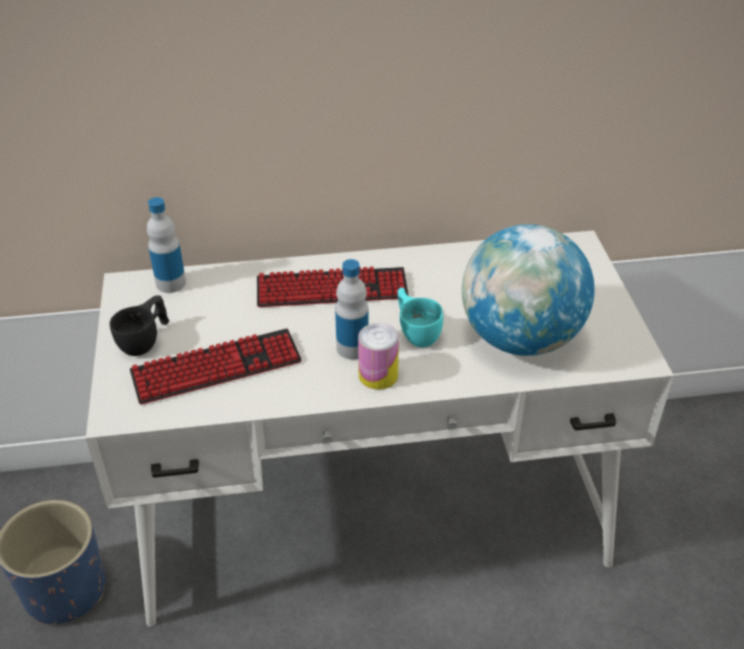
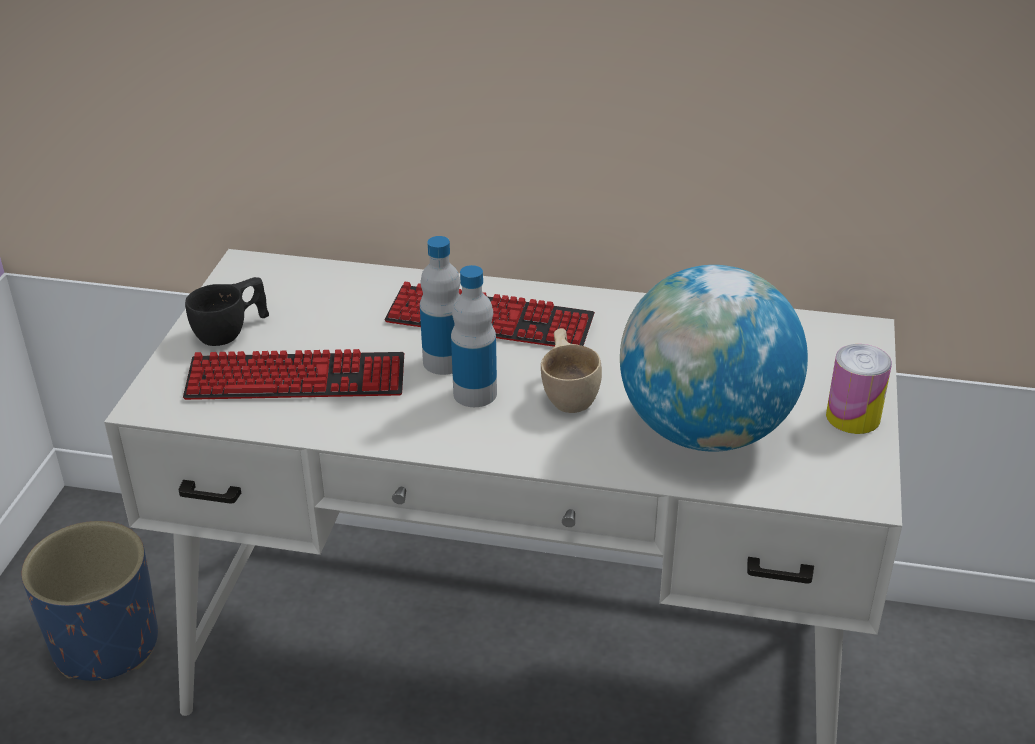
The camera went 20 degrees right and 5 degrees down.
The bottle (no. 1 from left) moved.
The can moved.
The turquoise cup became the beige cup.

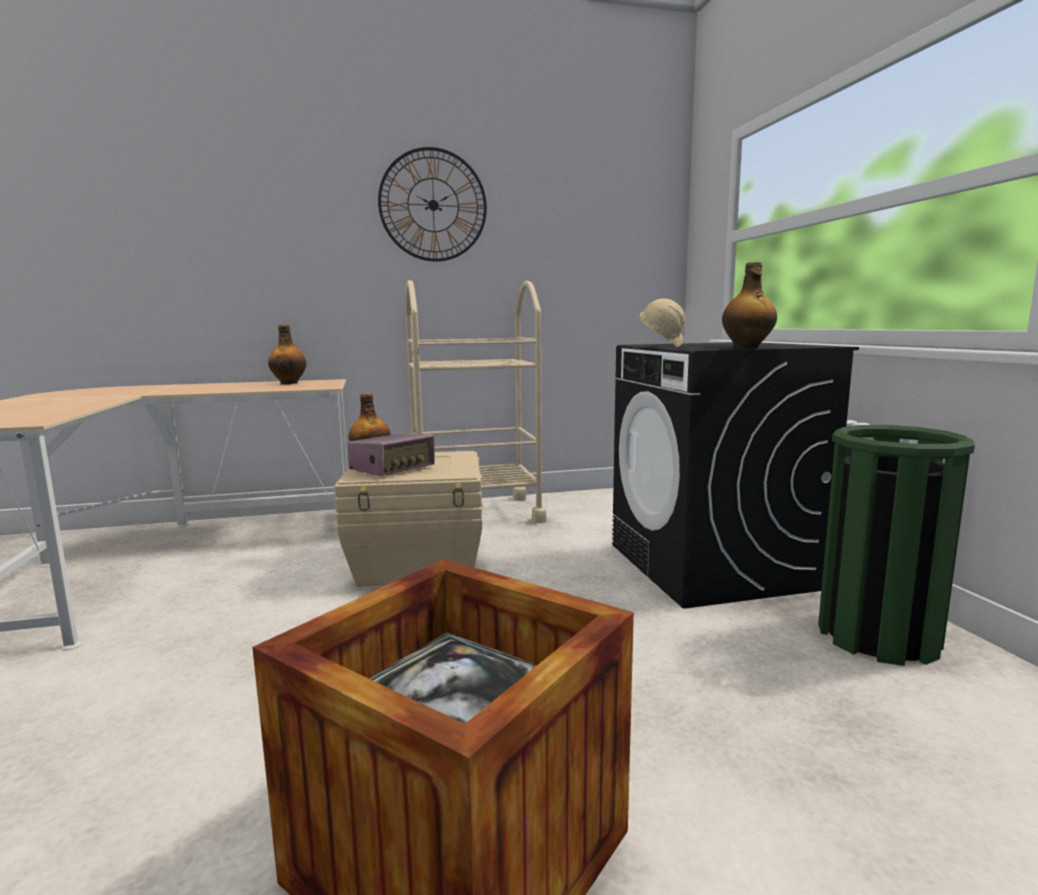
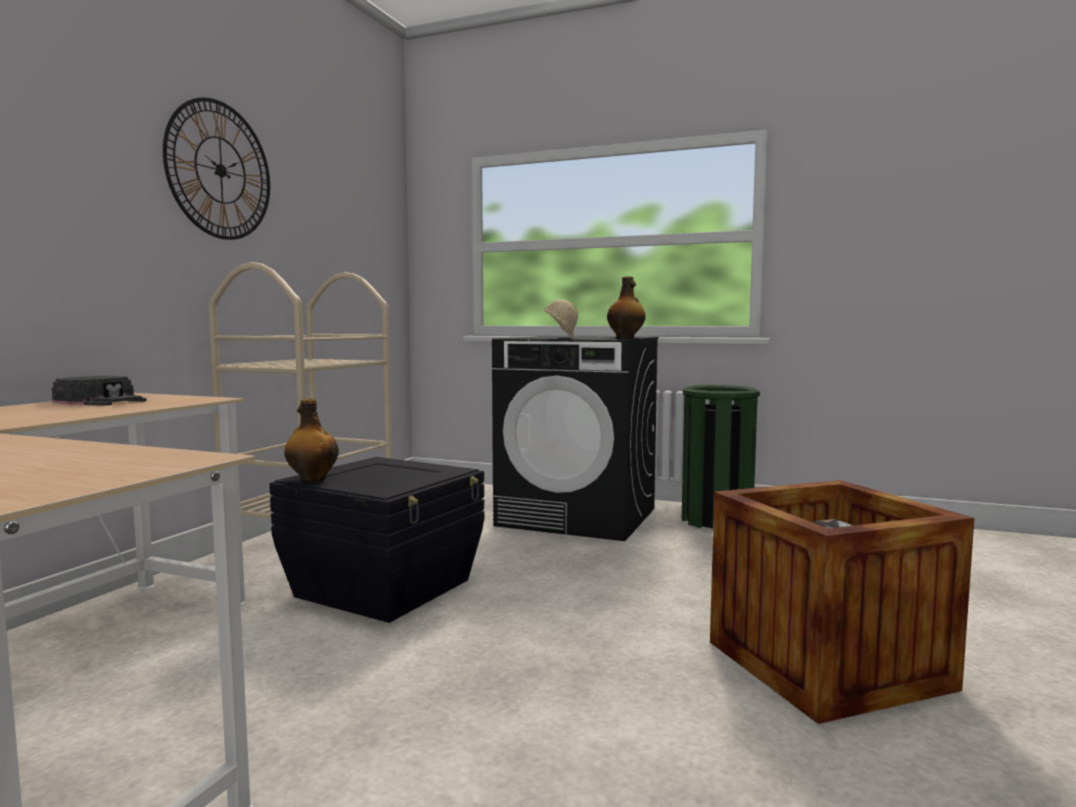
The camera went 55 degrees left and 5 degrees down.
The bottle (no. 1 from left) was replaced by the black cap.
The beige storage box became the black storage box.
The radio disappeared.

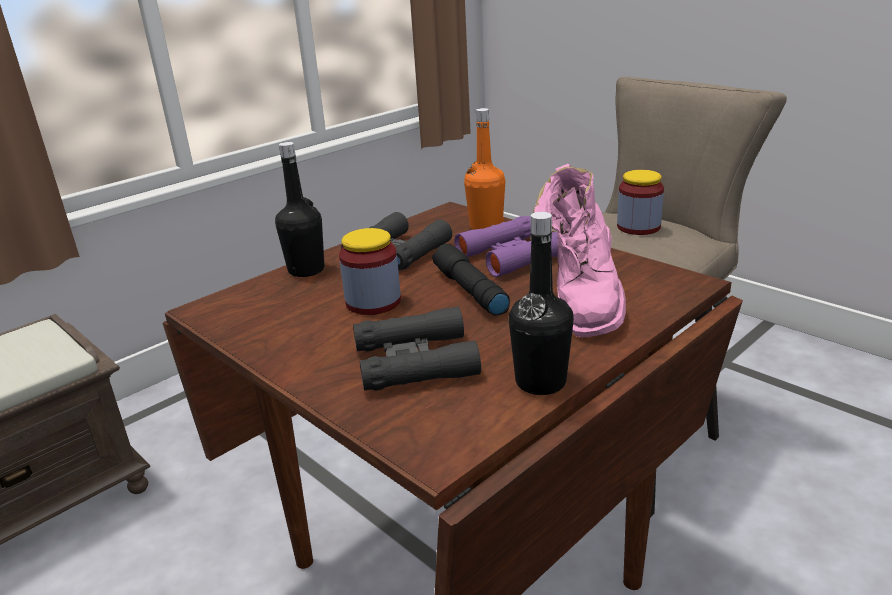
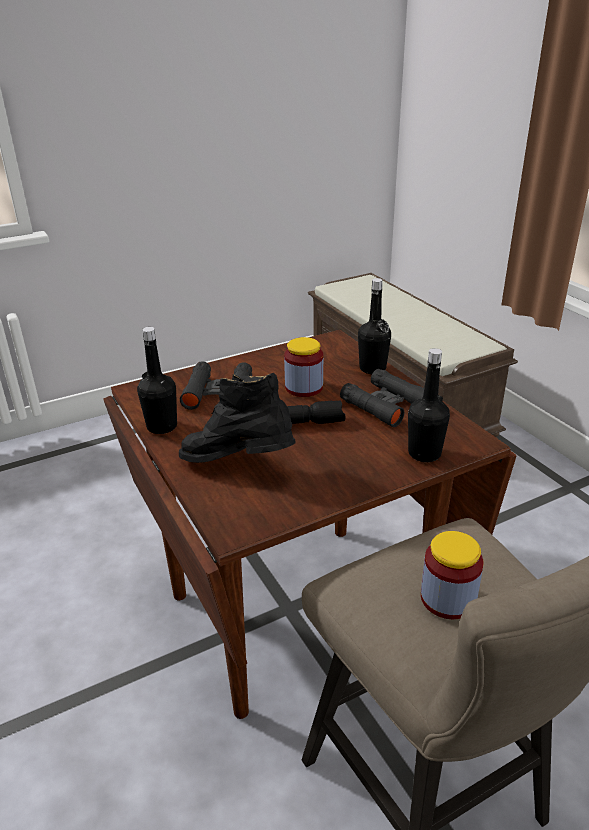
The camera went 105 degrees right and 5 degrees up.
The purple binoculars disappeared.
The orange bottle became the black bottle (no. 3 from left).
The pink boot became the black boot.

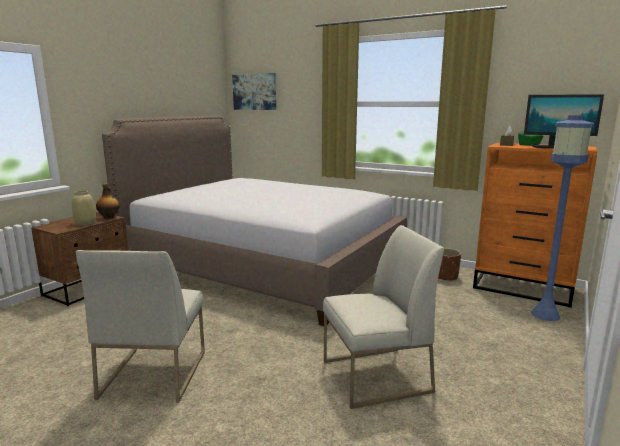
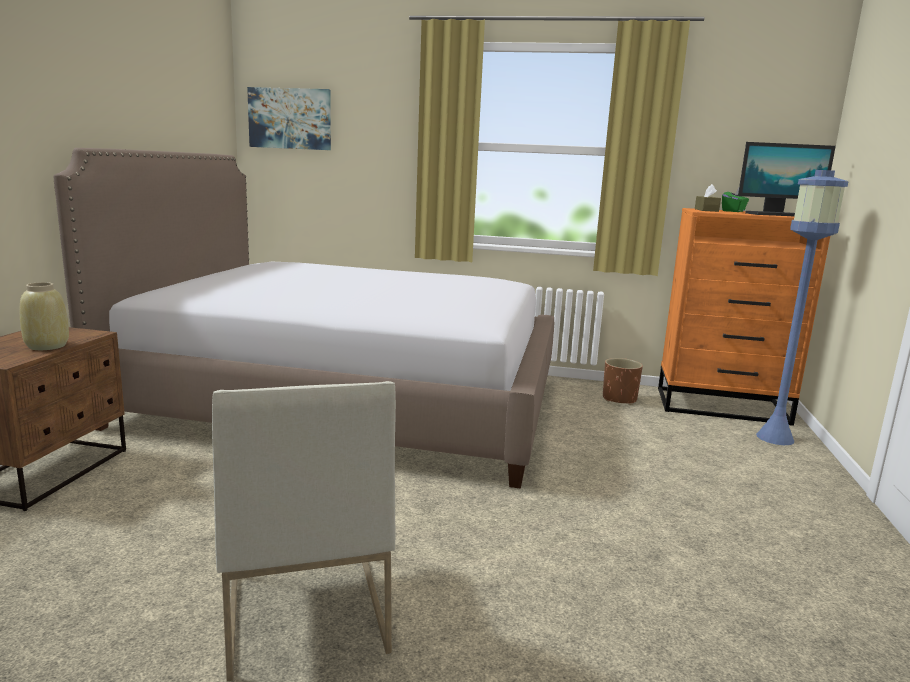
The camera went 20 degrees left and 0 degrees up.
The bottle disappeared.
The white chair (no. 2 from left) disappeared.

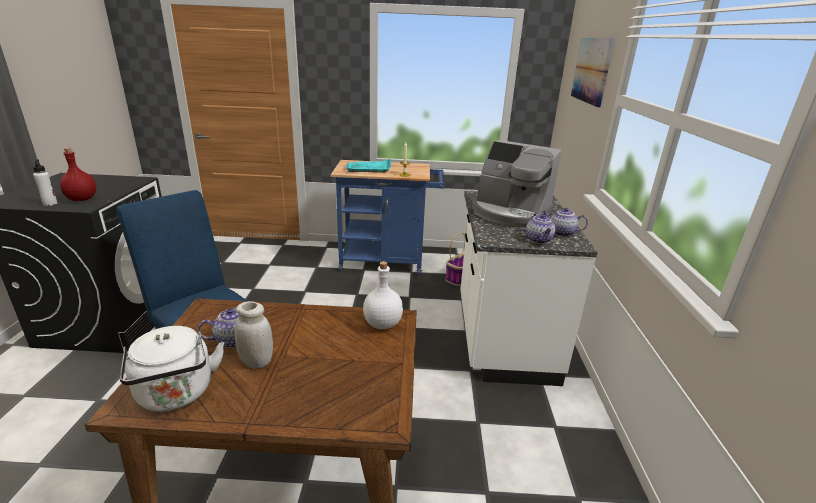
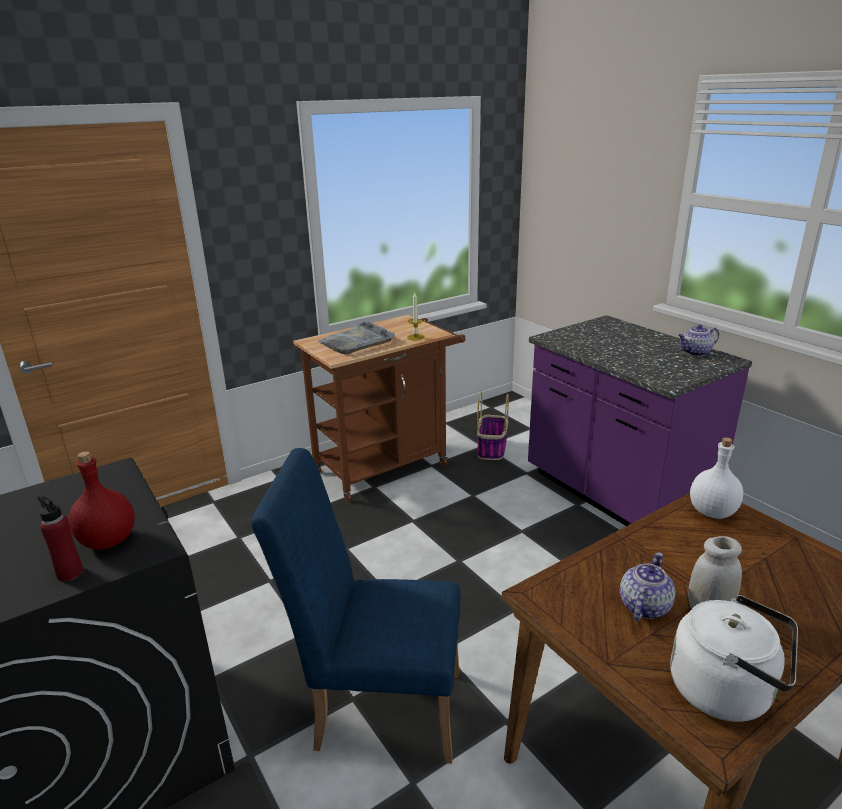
The camera went 35 degrees left and 0 degrees up.
The white bottle (no. 1 from left) became the red bottle (no. 1 from left).
The blue cart became the brown cart.
The turquoise tray became the grey tray.
The white counter became the purple counter.
The coffee machine disappeared.
The teapot (no. 2 from left) disappeared.
The picture disappeared.

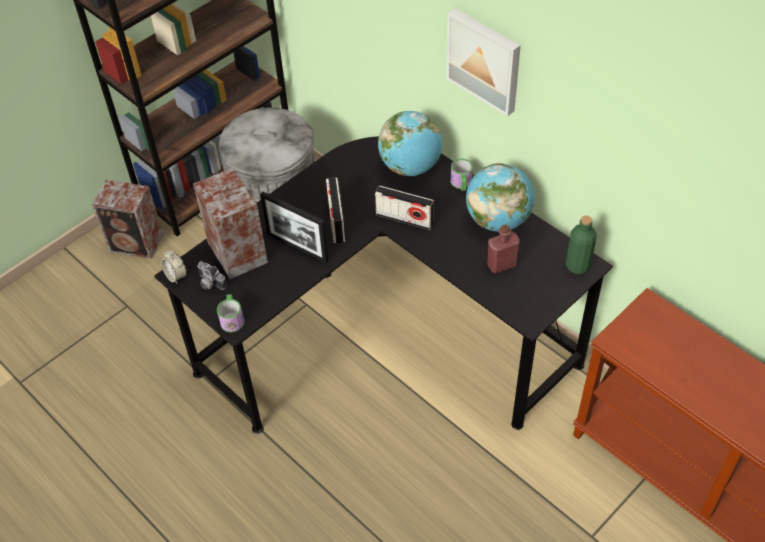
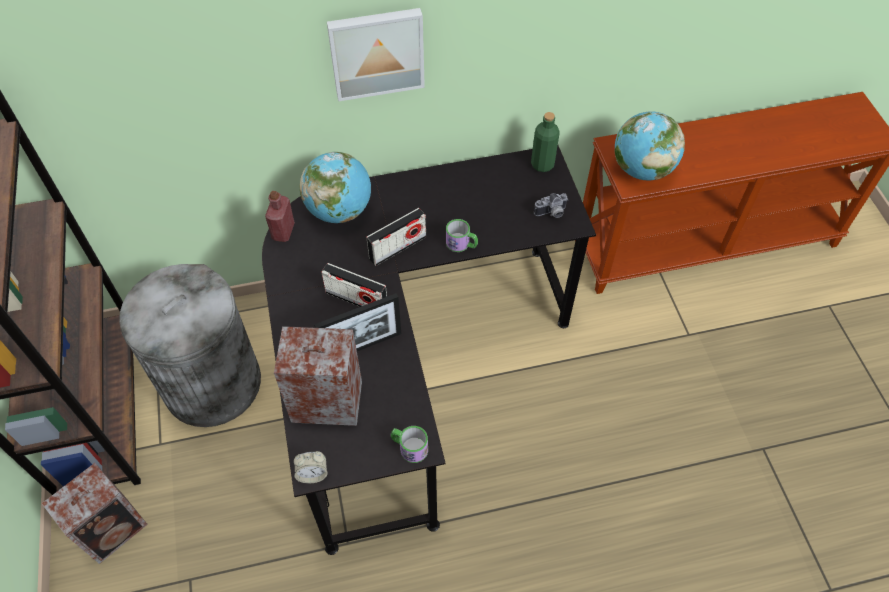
The camera went 60 degrees left and 5 degrees up.
The photo camera moved.
The mug (no. 2 from left) moved.
The globe (no. 2 from left) moved.
The red bottle moved.

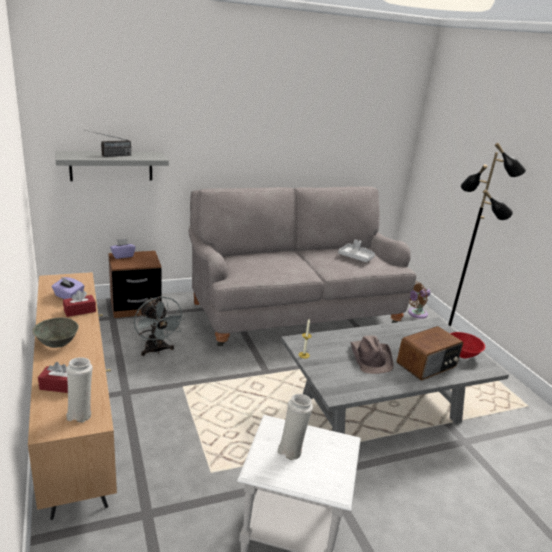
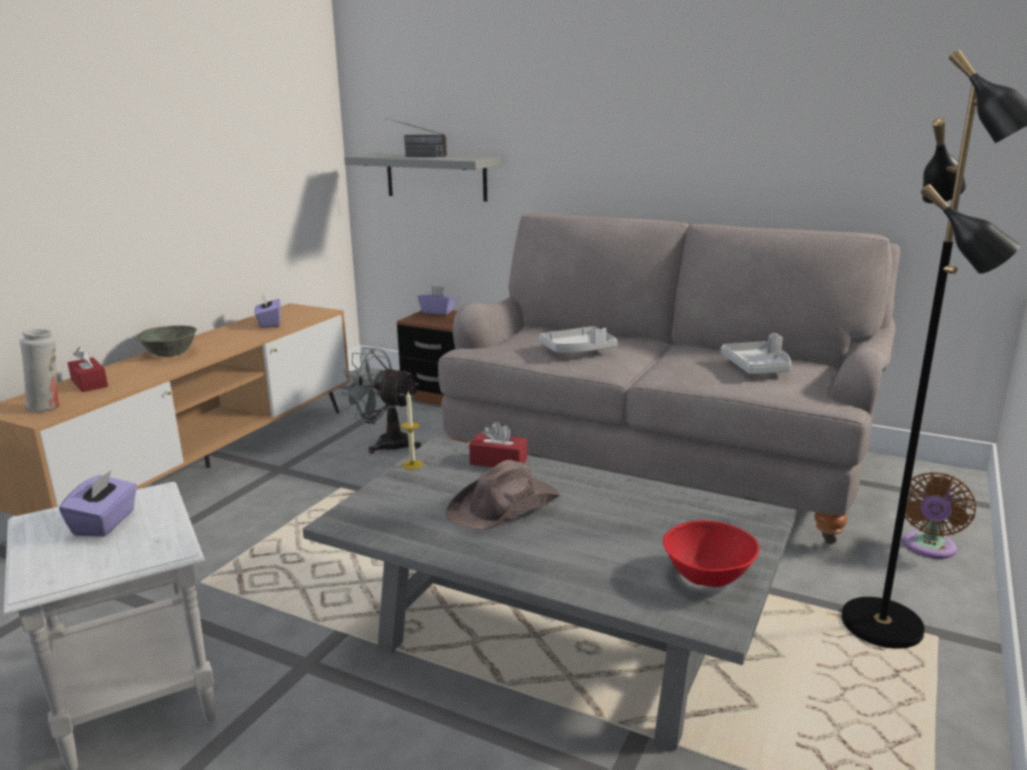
The camera went 50 degrees right and 5 degrees down.
The red tissue box (no. 2 from left) moved.
The grey fan turned 90 degrees clockwise.
The white vase (no. 2 from left) was replaced by the purple tissue box (no. 1 from left).
The radio (no. 2 from left) disappeared.
The brown fan turned 75 degrees counterclockwise.
The grey tray (no. 1 from left) appeared.

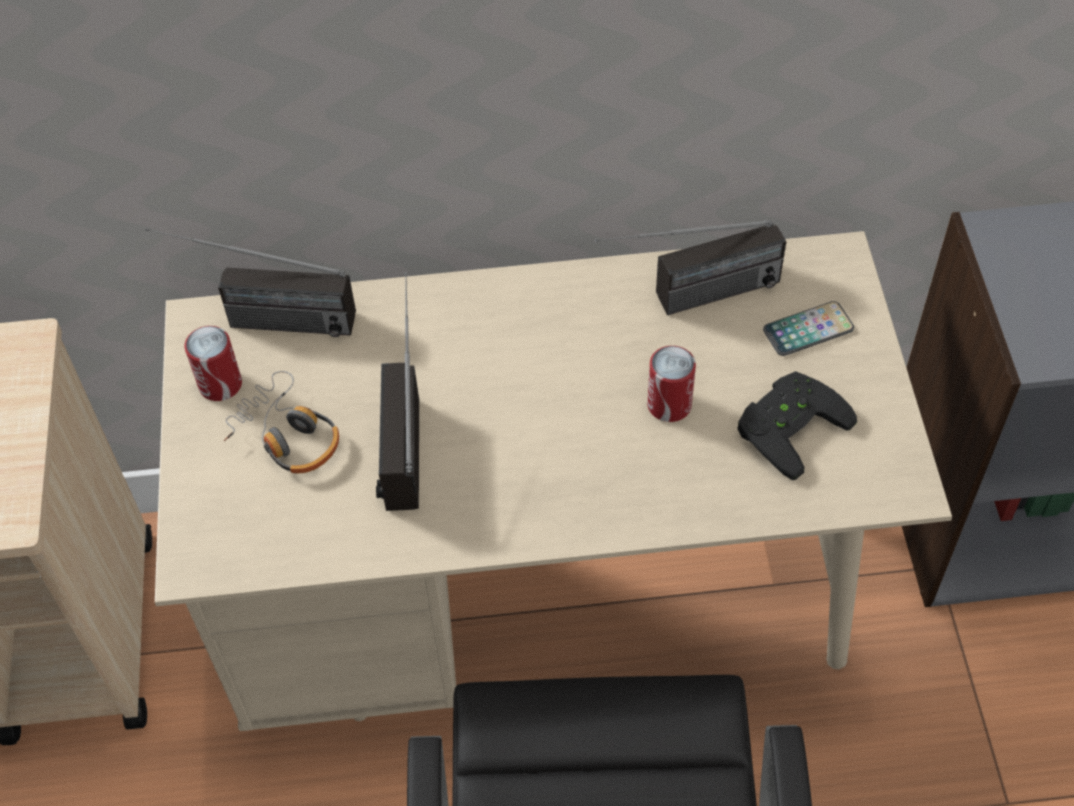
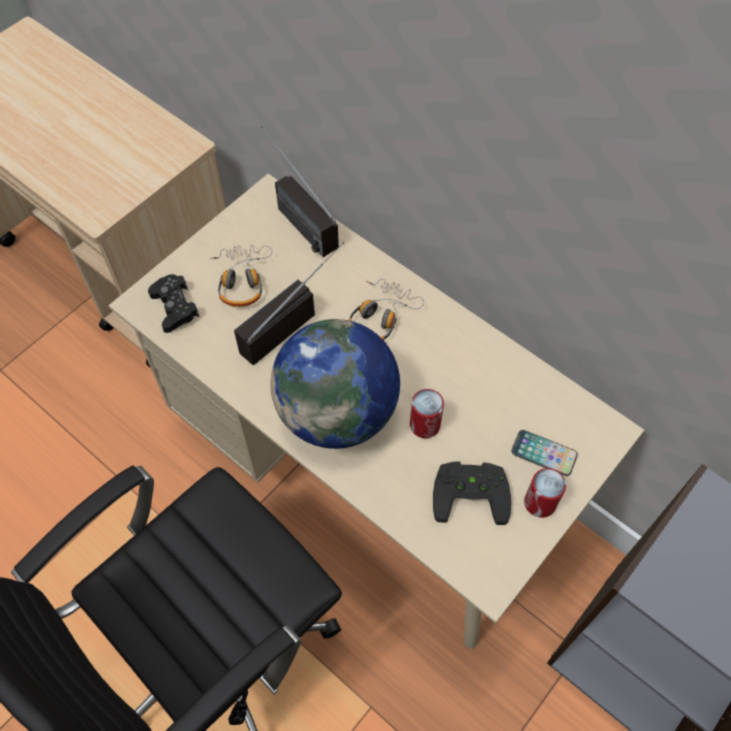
The camera went 45 degrees right and 5 degrees up.
The can (no. 1 from left in the first image) moved.
The radio (no. 3 from left) disappeared.
The black game controller (no. 1 from left) appeared.
The globe appeared.
The headphones (no. 2 from left) appeared.

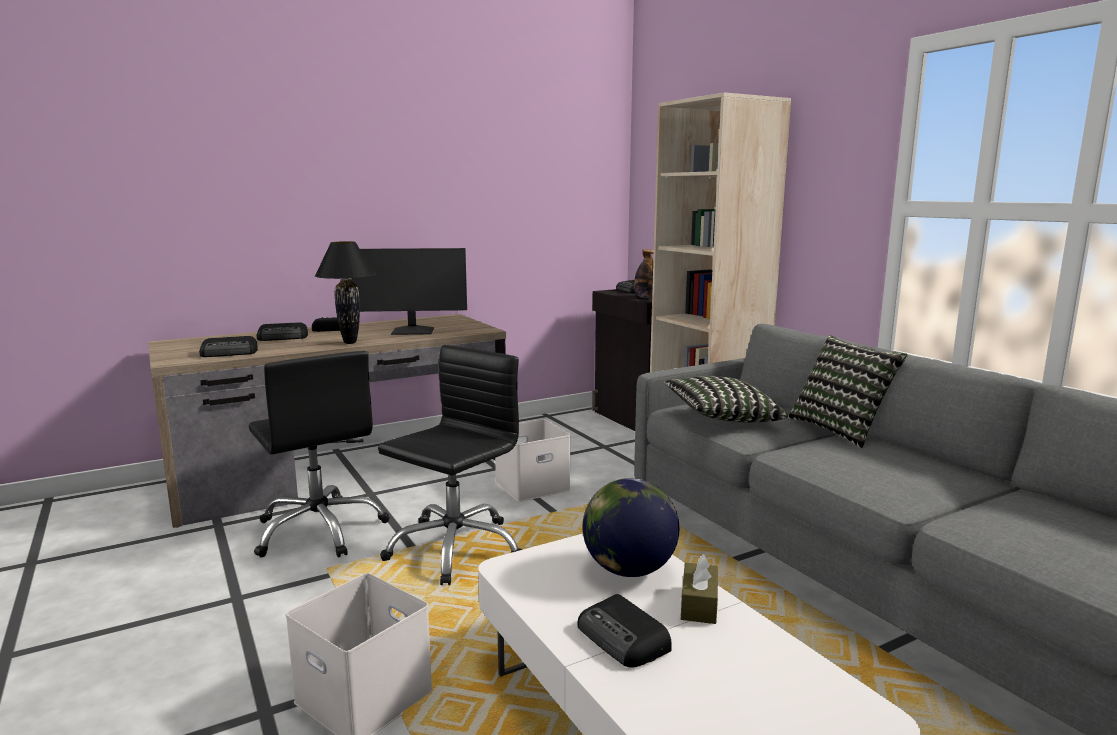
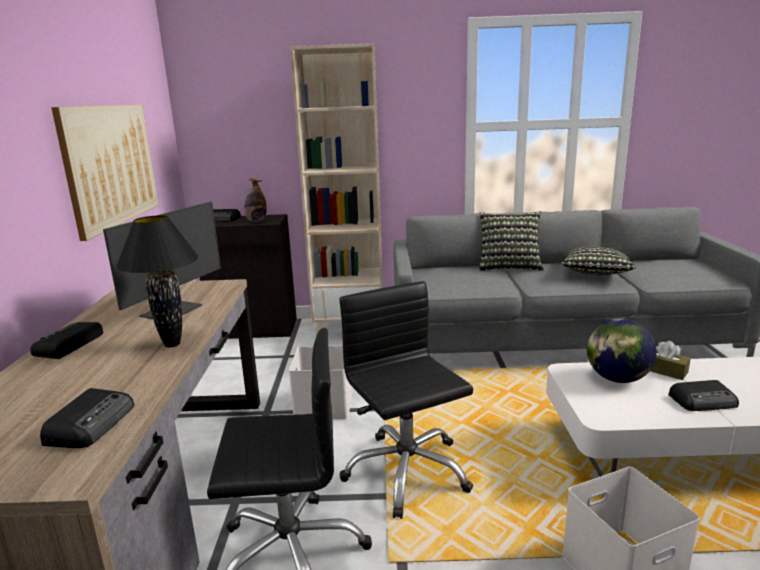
The camera went 60 degrees left and 5 degrees up.
The radio (no. 2 from left) disappeared.
The pillow (no. 1 from left in the first image) moved.
The picture appeared.

